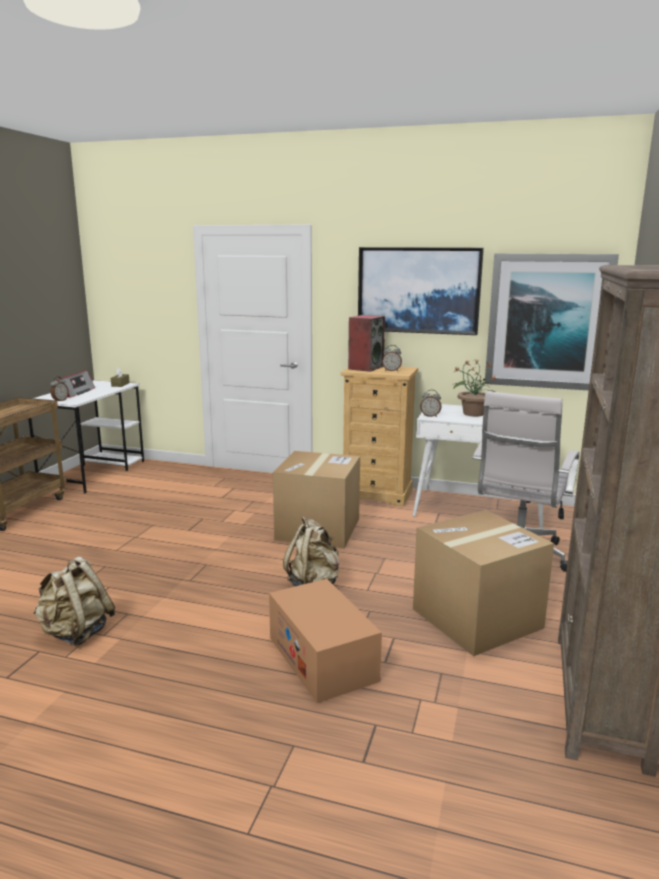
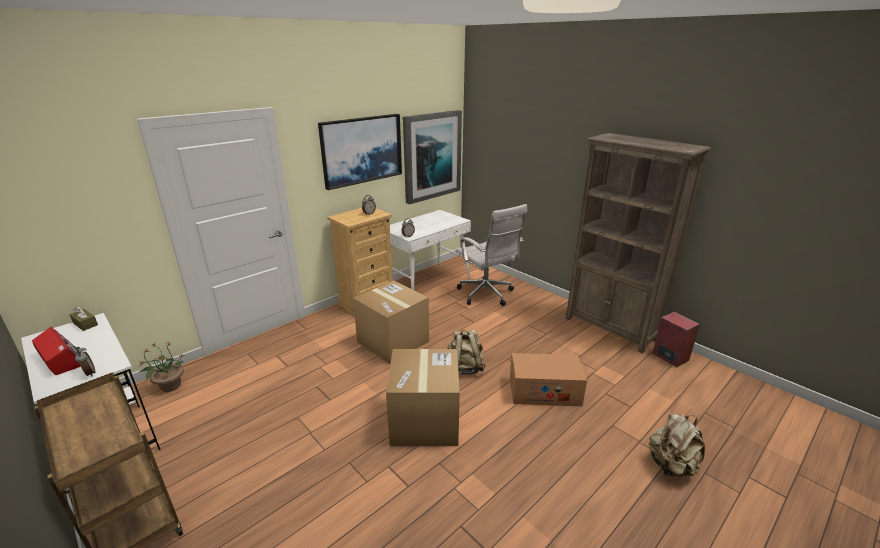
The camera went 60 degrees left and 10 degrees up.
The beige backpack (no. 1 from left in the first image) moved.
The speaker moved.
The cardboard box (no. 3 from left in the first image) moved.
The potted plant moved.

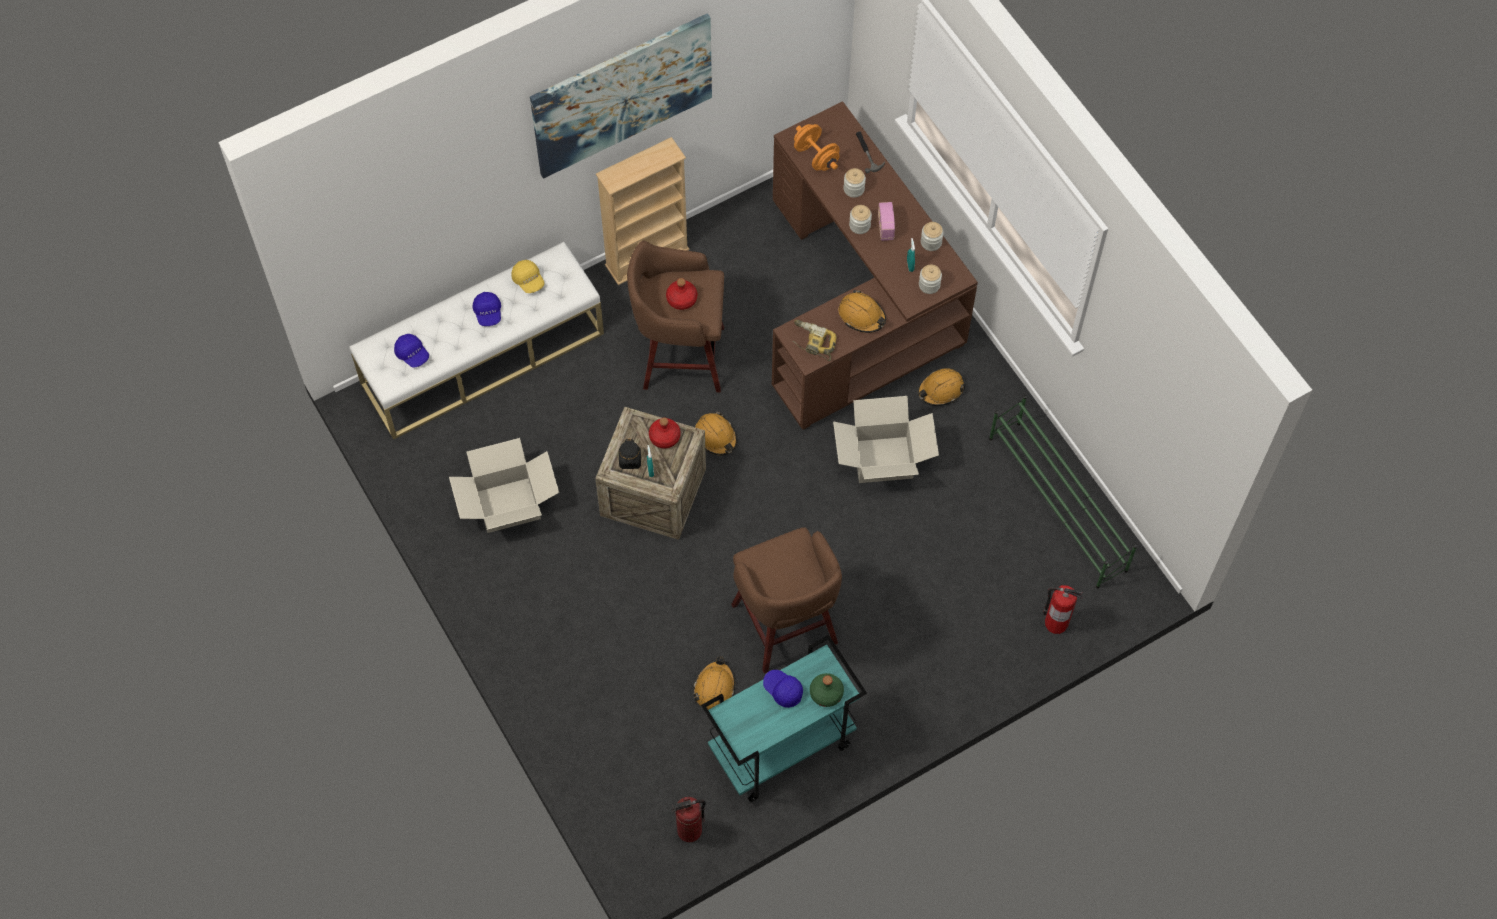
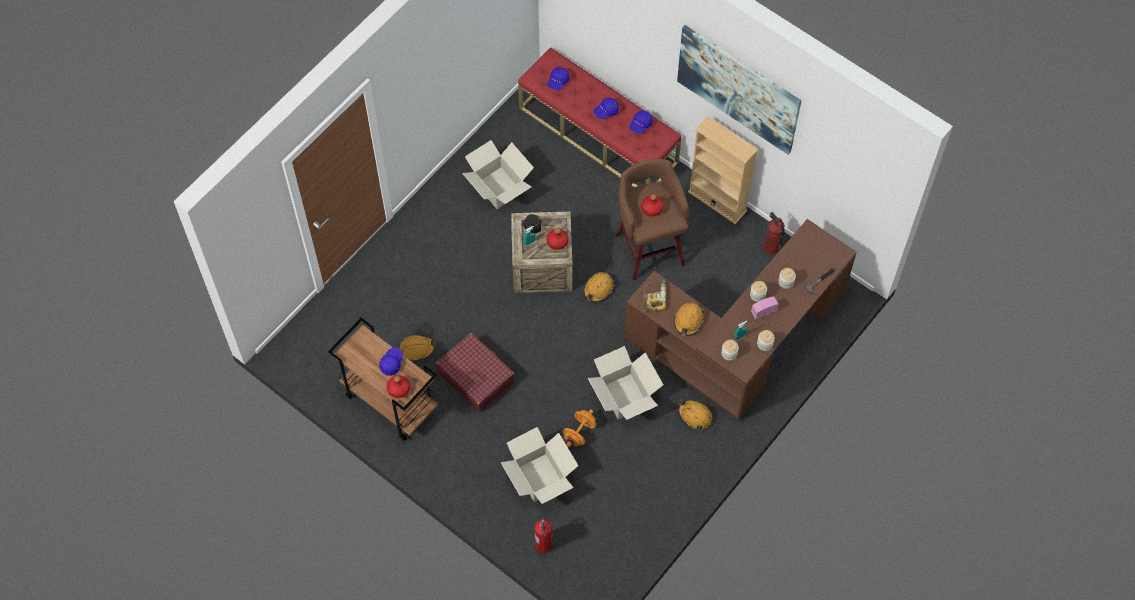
The camera went 70 degrees right and 0 degrees up.
The white bench became the red bench.
The yellow cap became the blue cap (no. 4 from left).
The fire extinguisher (no. 1 from left in the first image) moved.
The turquoise cart became the brown cart.
The brown stool (no. 2 from left) was replaced by the red suitcase.
The orange dumbbell moved.
The green bottle became the red bottle (no. 1 from left).
The green shoe rack disappeared.
The cardboard box (no. 2 from left) appeared.

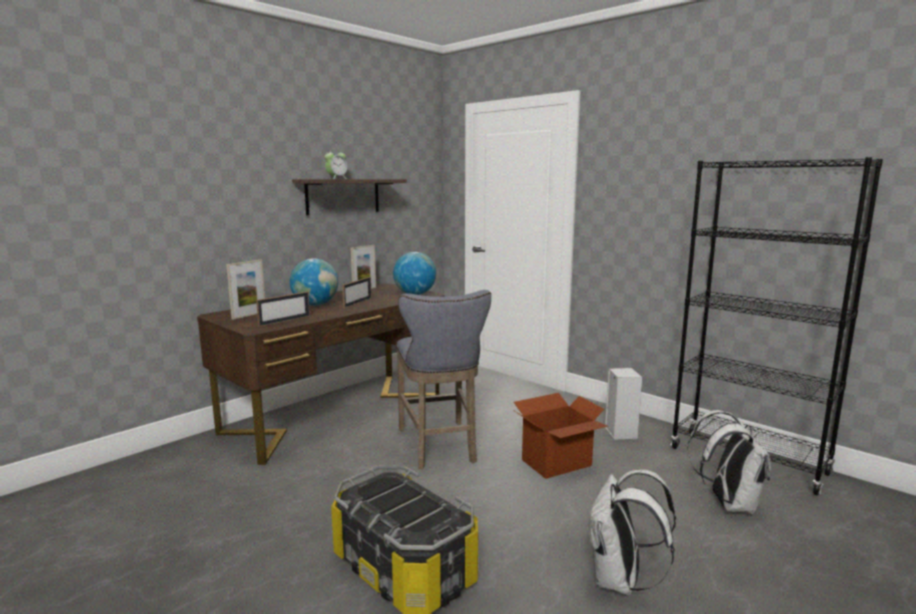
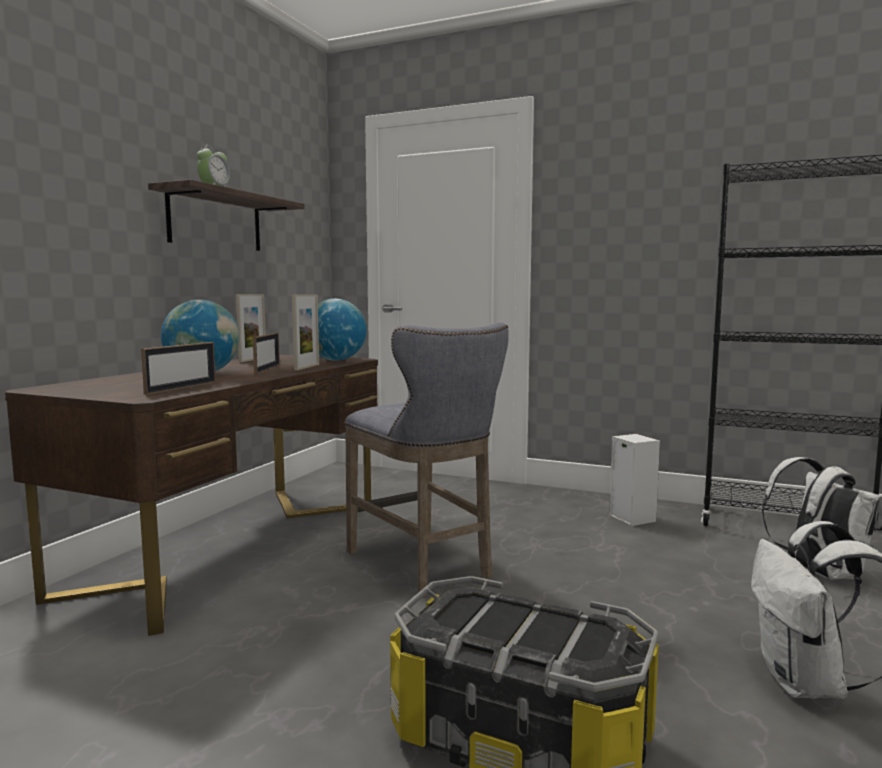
The camera went 20 degrees left and 5 degrees down.
The picture frame (no. 1 from left in the first image) moved.
The cardboard box disappeared.

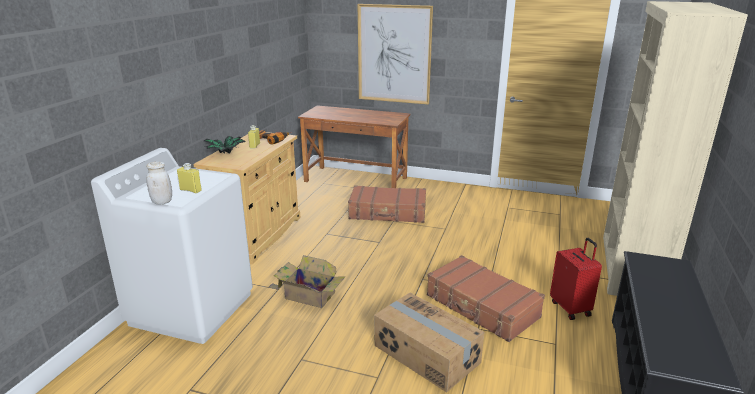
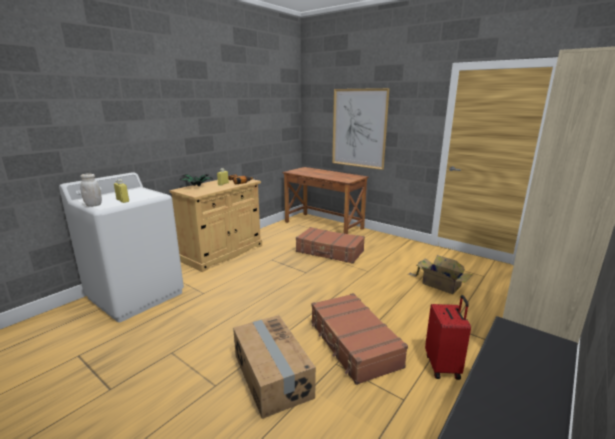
The camera went 20 degrees right and 5 degrees down.
The cardboard box (no. 1 from left in the first image) moved.

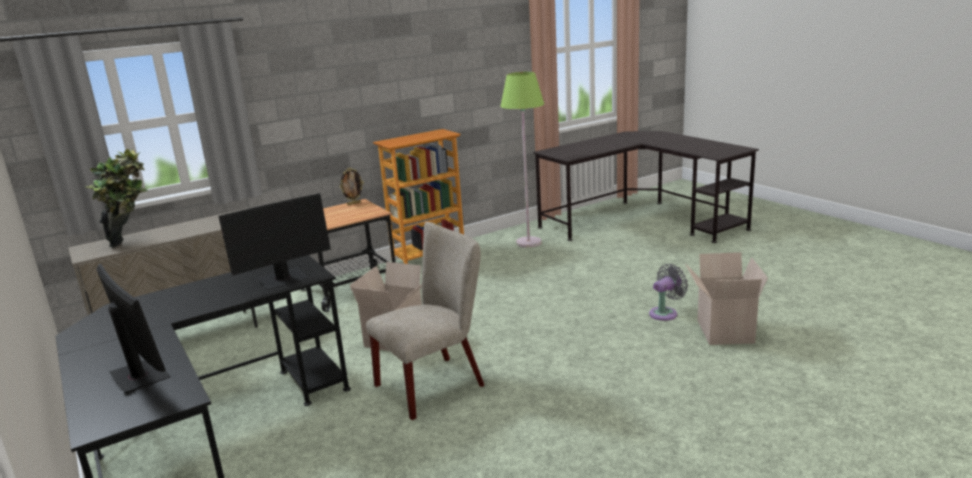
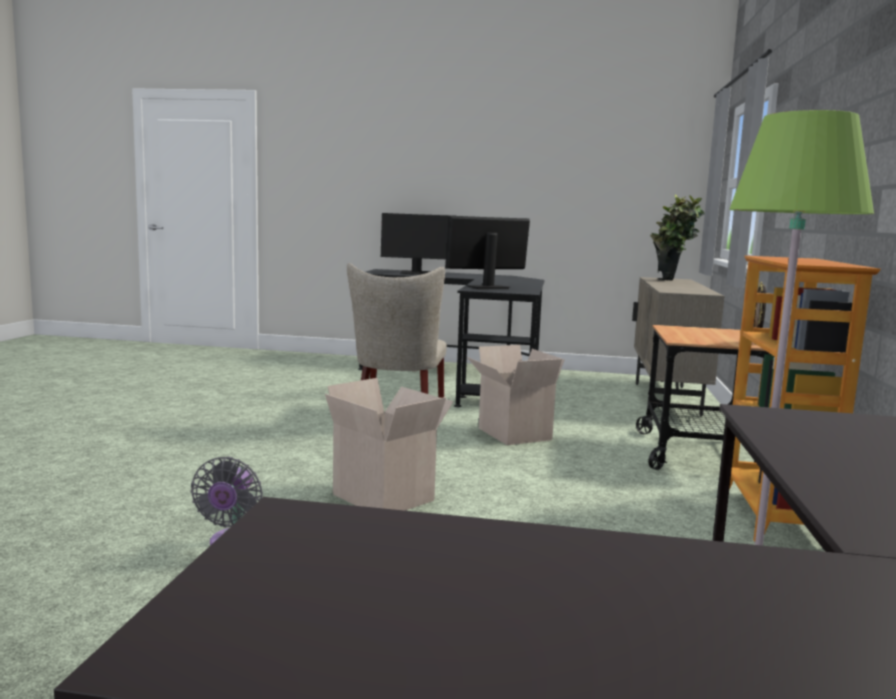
The camera went 130 degrees right and 10 degrees down.
The monitor (no. 2 from left) turned 60 degrees clockwise.
The cardboard box (no. 2 from left in the first image) moved.

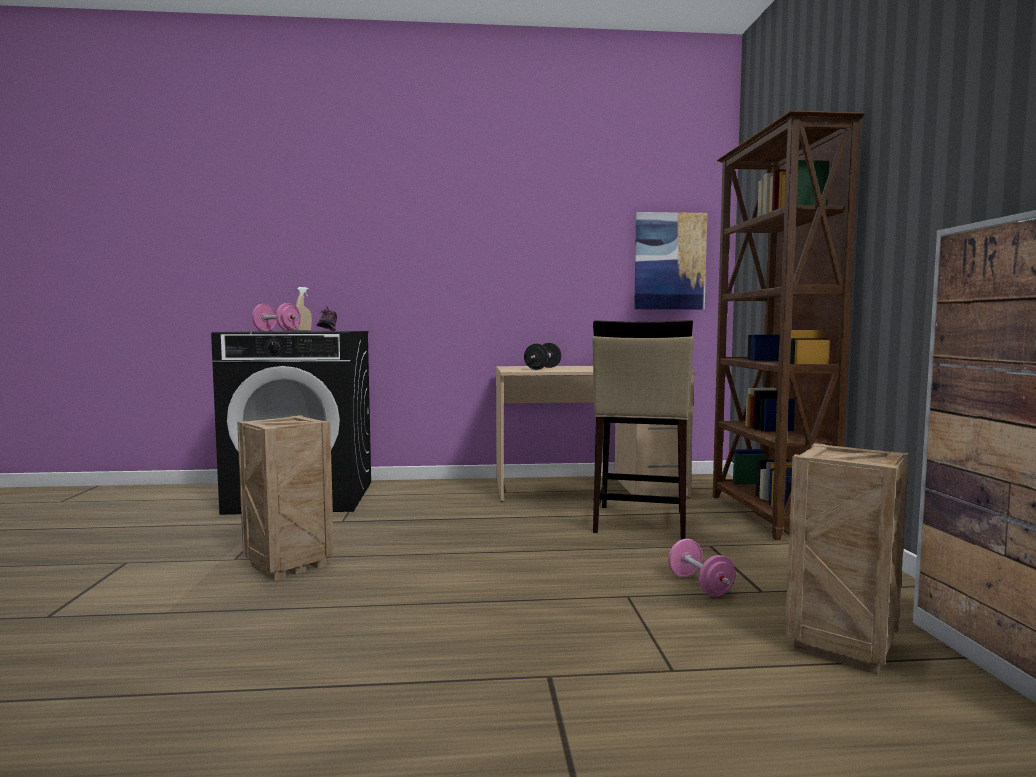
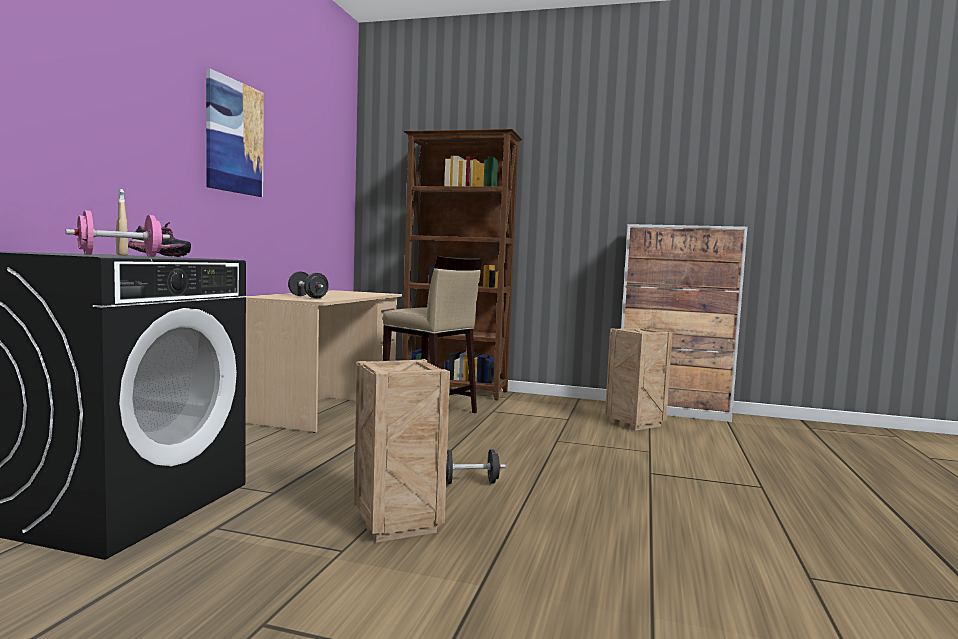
The camera went 70 degrees left and 0 degrees up.
The picture moved.
The pink dumbbell (no. 2 from left) disappeared.
The black dumbbell (no. 2 from left) appeared.

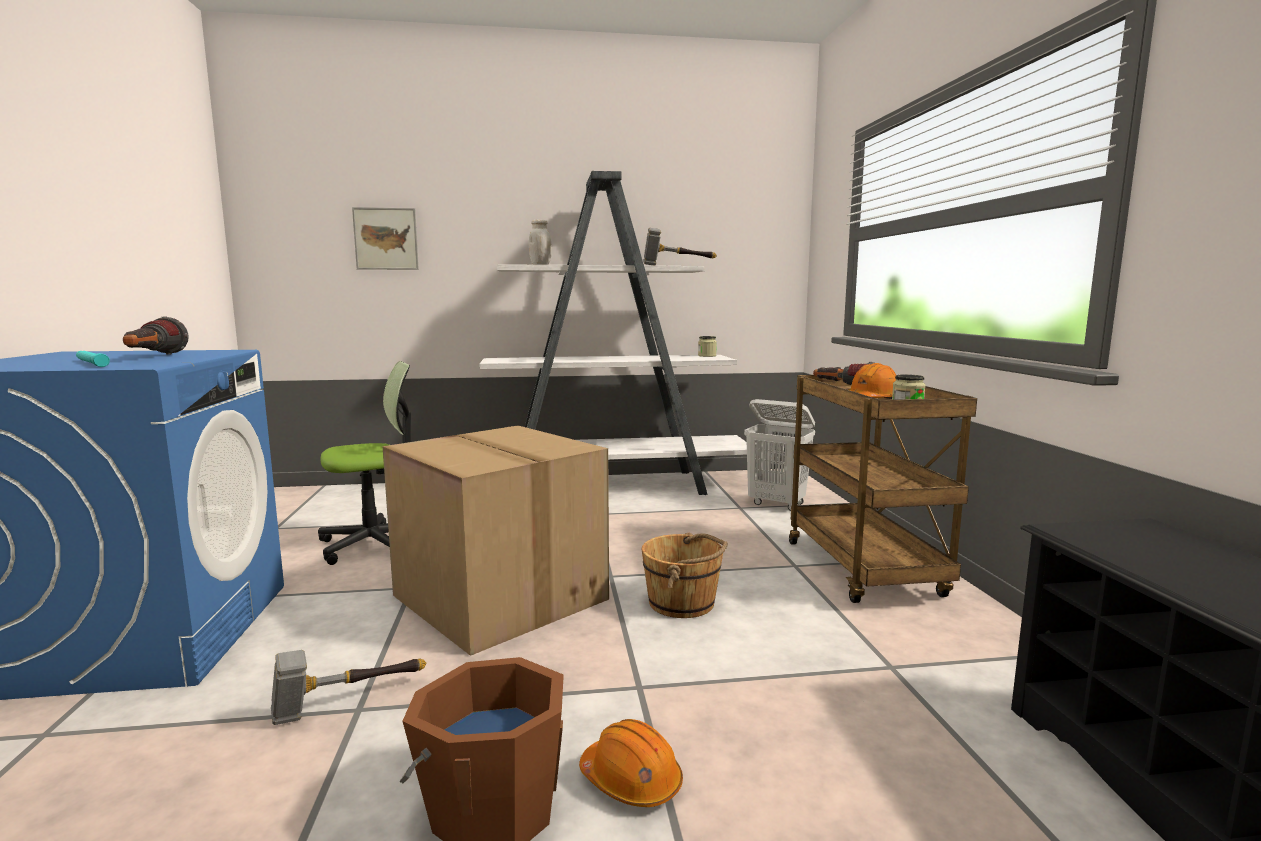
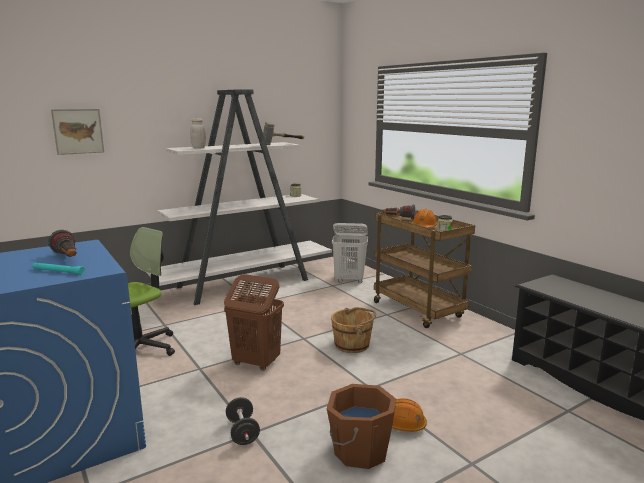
The camera went 25 degrees left and 5 degrees up.
The hammer (no. 1 from left) was replaced by the black dumbbell.
The cardboard box was replaced by the brown laundry basket.

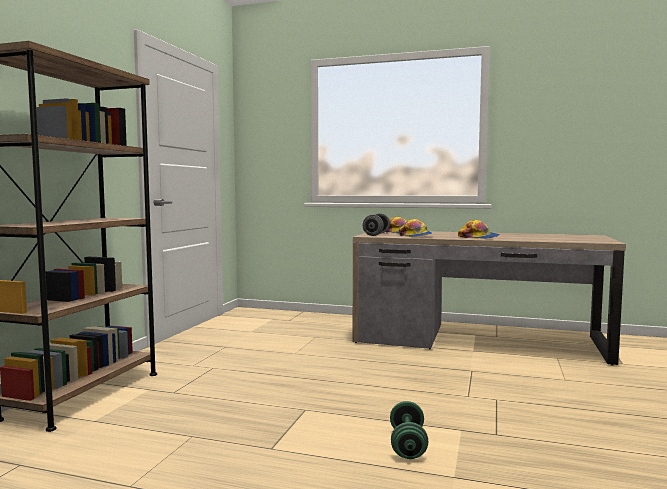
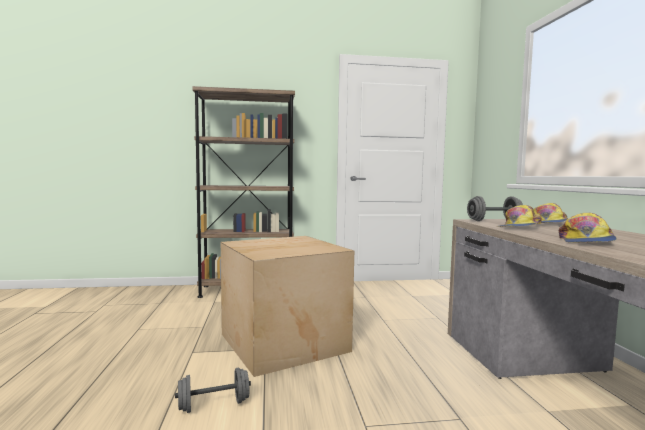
The camera went 65 degrees right and 0 degrees up.
The green dumbbell became the grey dumbbell (no. 1 from left).
The cardboard box appeared.

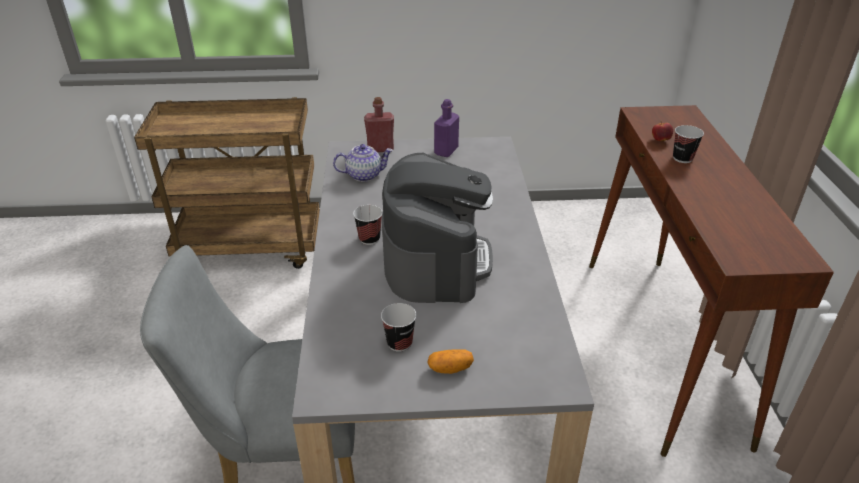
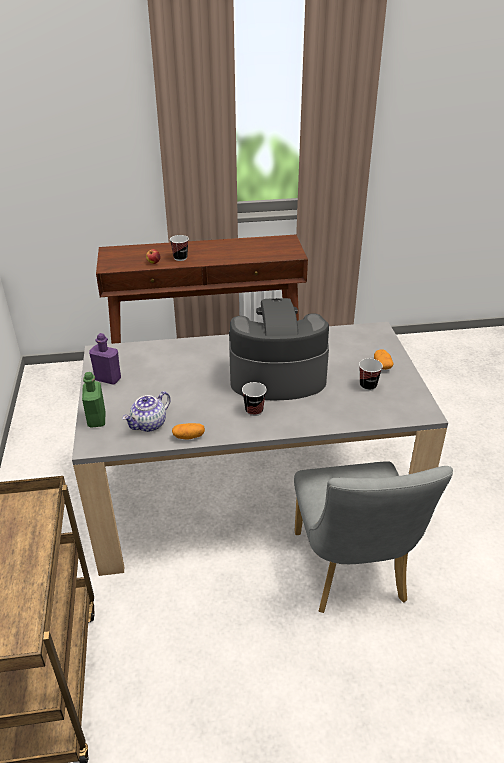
The camera went 95 degrees left and 0 degrees up.
The teapot turned 120 degrees counterclockwise.
The red bottle became the green bottle.
The potato (no. 1 from left) appeared.

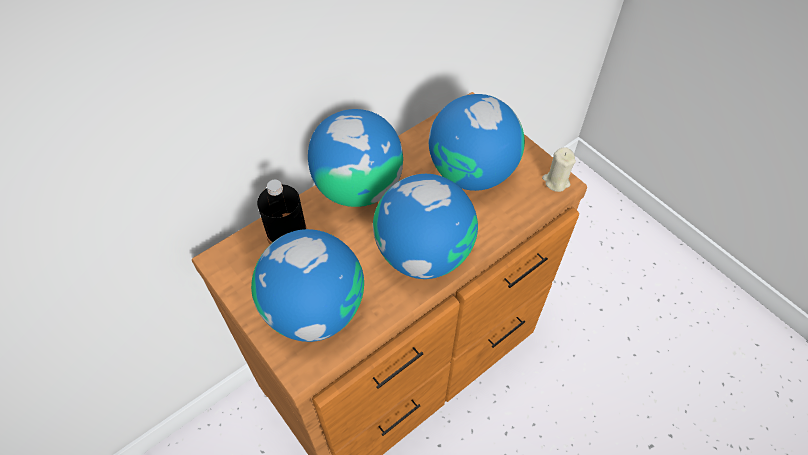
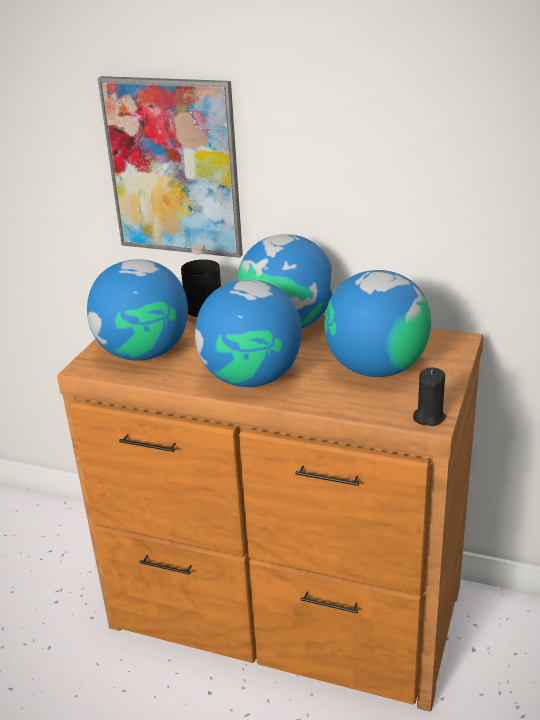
The camera went 60 degrees right and 25 degrees down.
The beige candle became the black candle.
The picture appeared.

